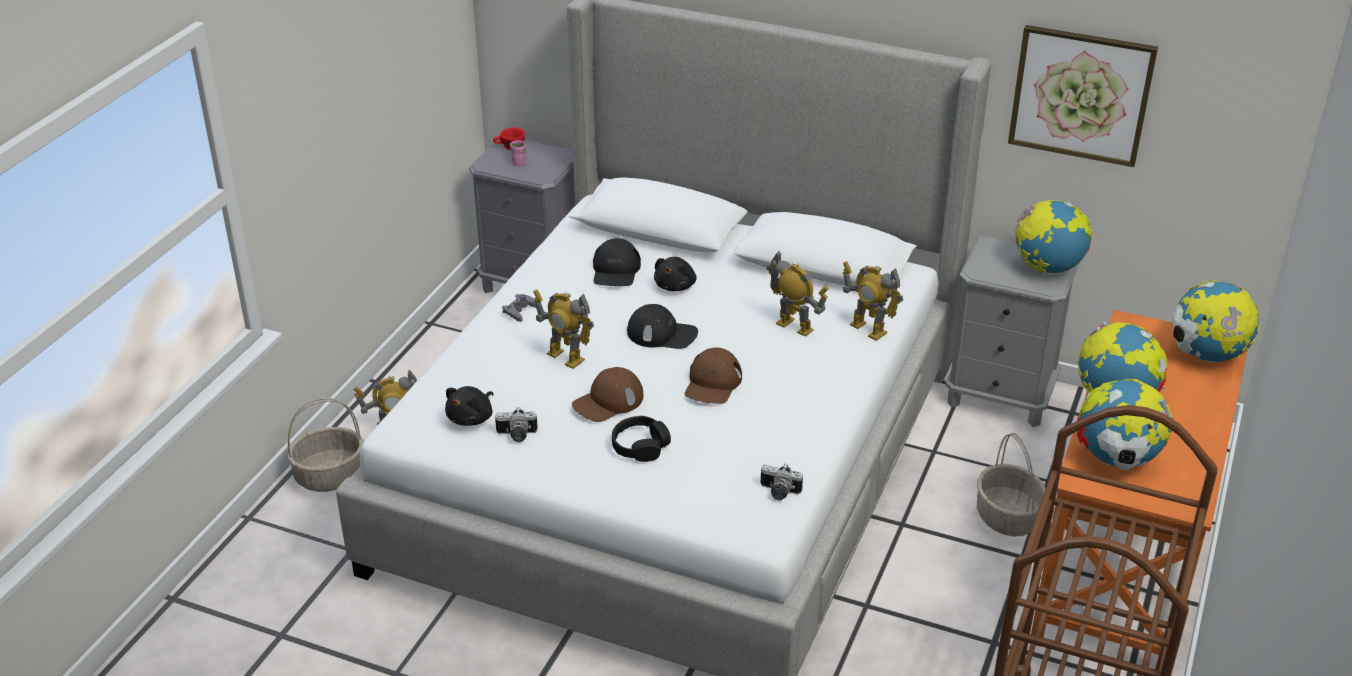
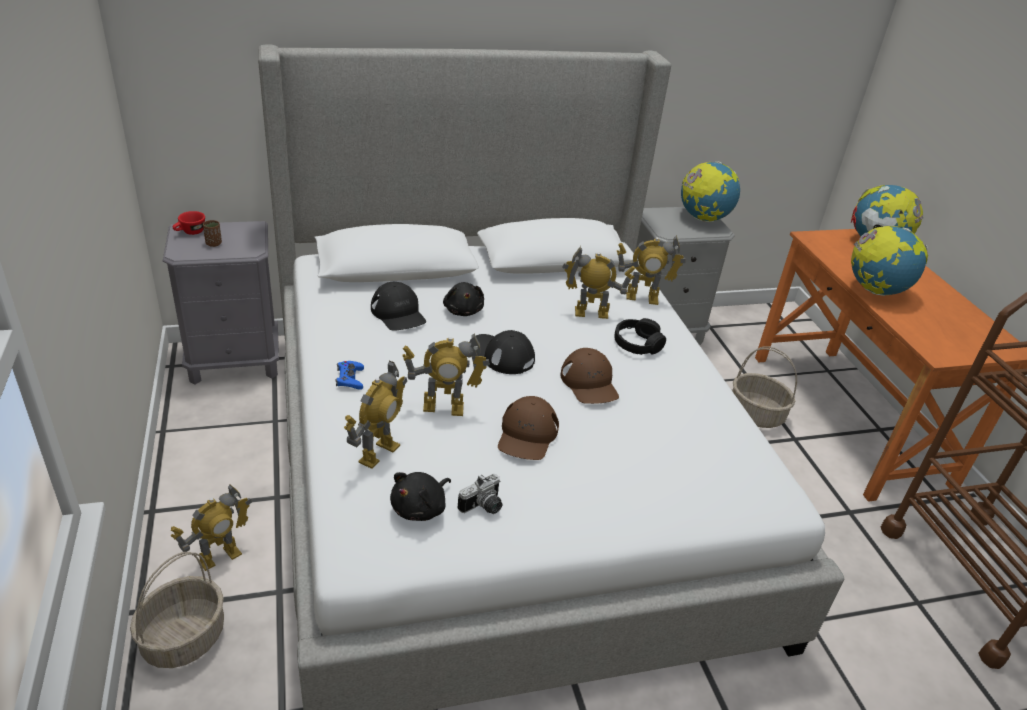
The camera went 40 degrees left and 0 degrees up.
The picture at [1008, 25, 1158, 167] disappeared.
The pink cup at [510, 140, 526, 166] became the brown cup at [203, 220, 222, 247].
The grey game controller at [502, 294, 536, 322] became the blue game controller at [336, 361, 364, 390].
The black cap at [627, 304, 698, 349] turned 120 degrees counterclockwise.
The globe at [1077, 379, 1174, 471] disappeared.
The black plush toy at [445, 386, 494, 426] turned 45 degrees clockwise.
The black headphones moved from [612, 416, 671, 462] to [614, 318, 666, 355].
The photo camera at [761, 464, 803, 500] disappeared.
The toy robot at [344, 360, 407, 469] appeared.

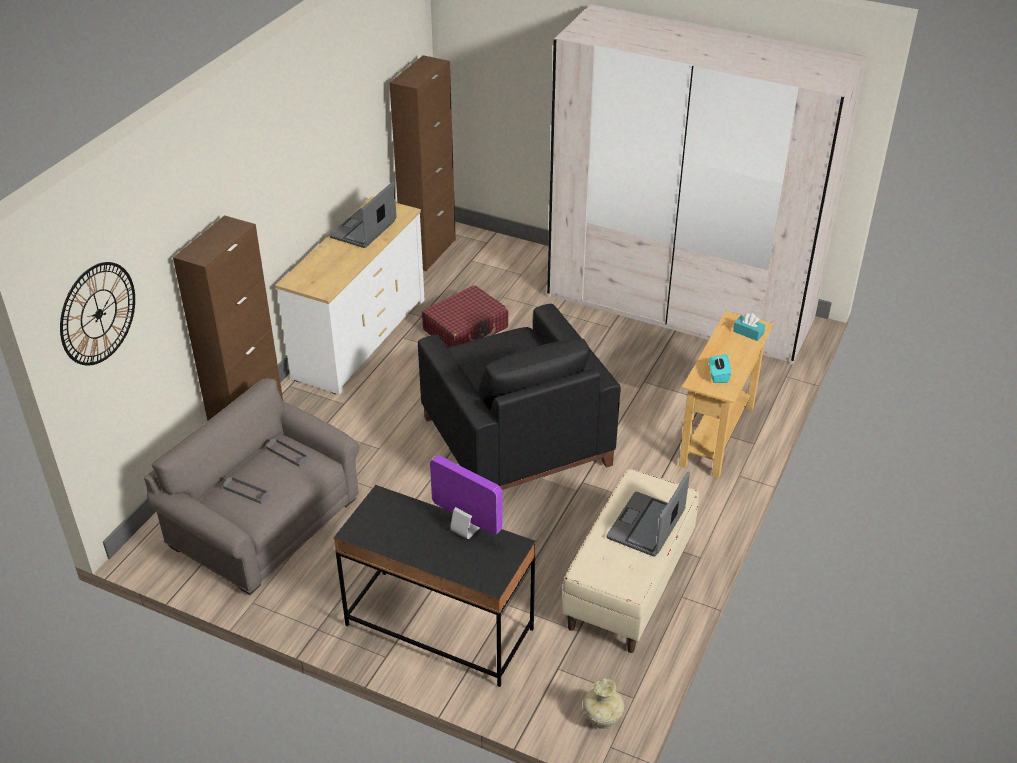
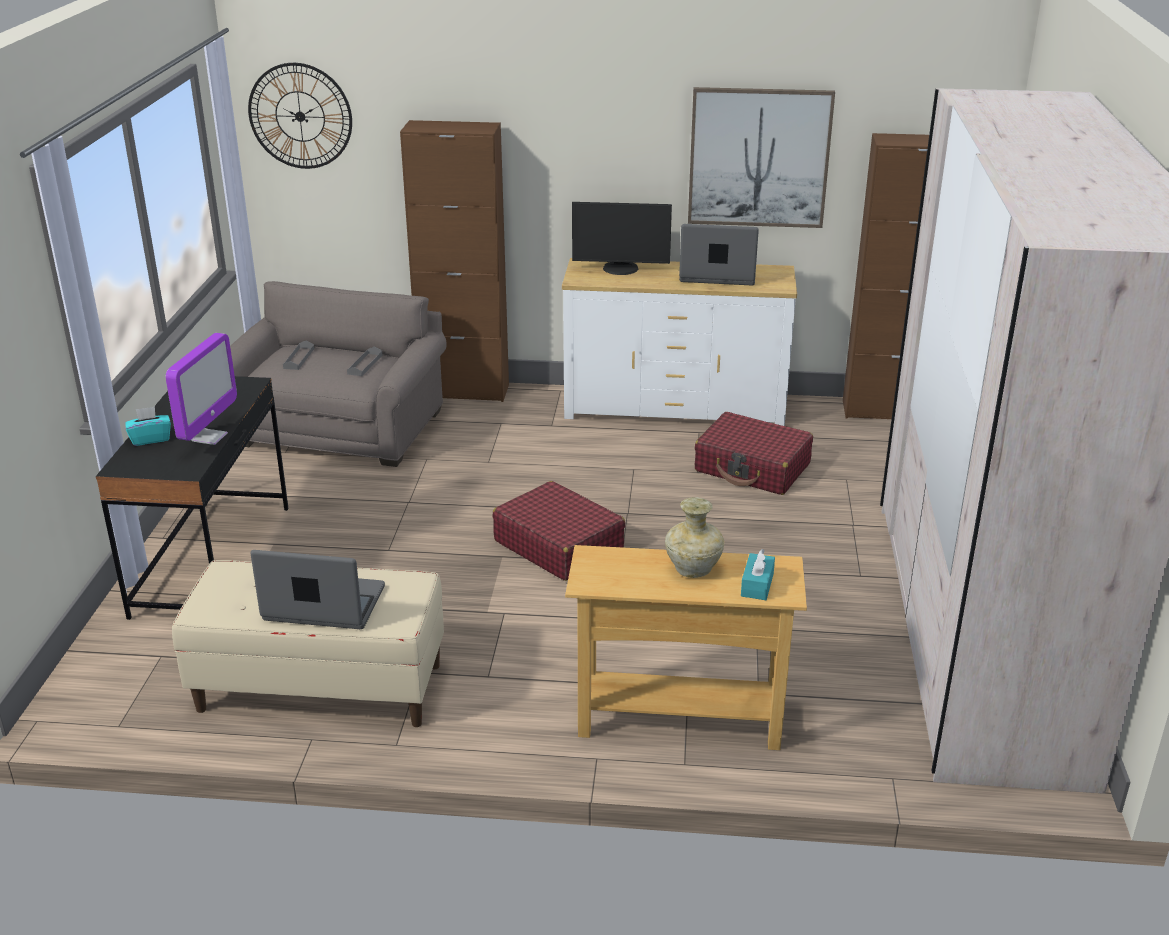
The camera went 70 degrees right and 10 degrees down.
The black armchair at [418, 304, 621, 490] was replaced by the red suitcase at [493, 481, 625, 581].
The turquoise tissue box moved from [709, 354, 731, 383] to [125, 407, 171, 446].
The beige vase moved from [583, 678, 624, 729] to [665, 497, 724, 578].
The picture at [688, 87, 835, 228] appeared.
The monitor at [572, 202, 672, 275] appeared.

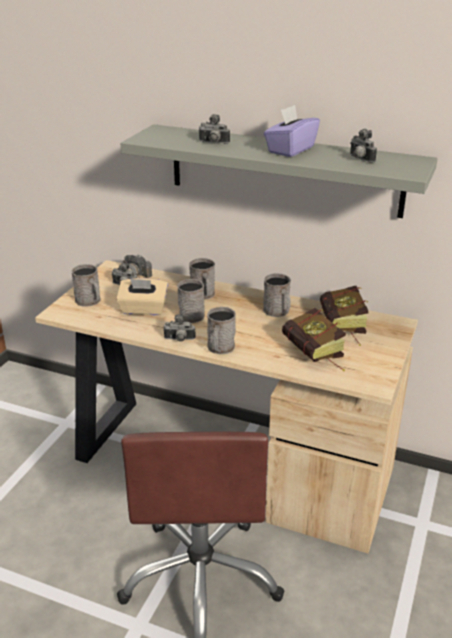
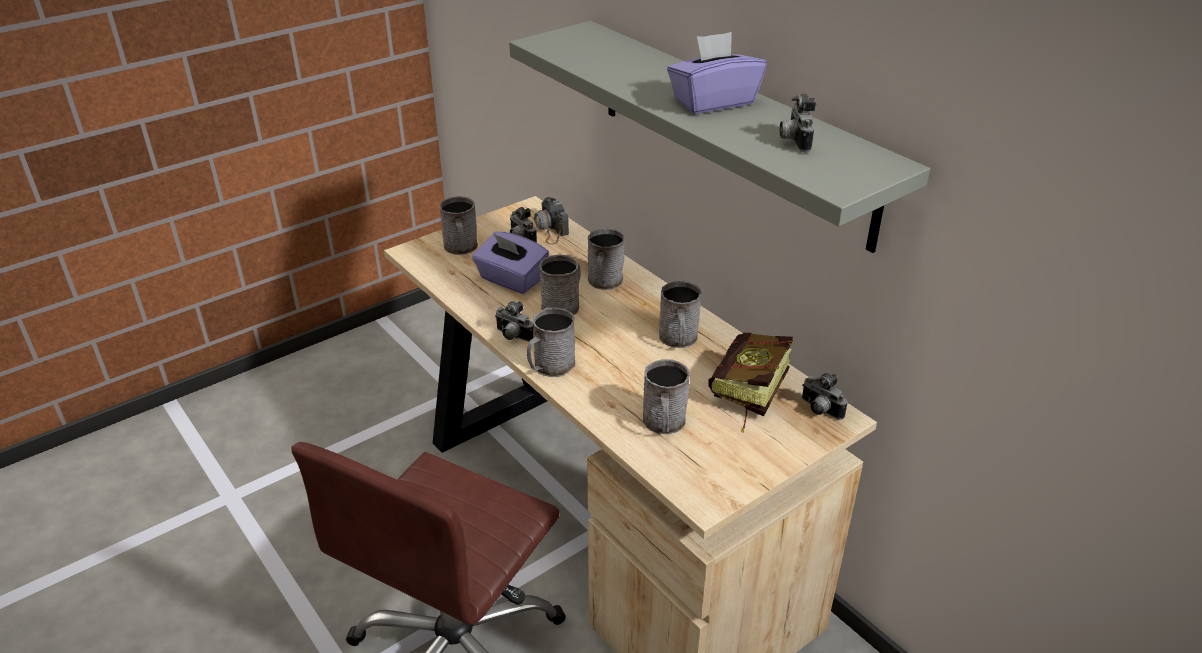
The camera went 30 degrees right and 5 degrees up.
The photo camera moved from [198, 114, 230, 144] to [802, 373, 848, 420].
The beige tissue box at [116, 278, 168, 316] became the purple tissue box at [472, 232, 549, 294].
The book at [282, 308, 346, 372] was replaced by the grey mug at [643, 359, 690, 434].

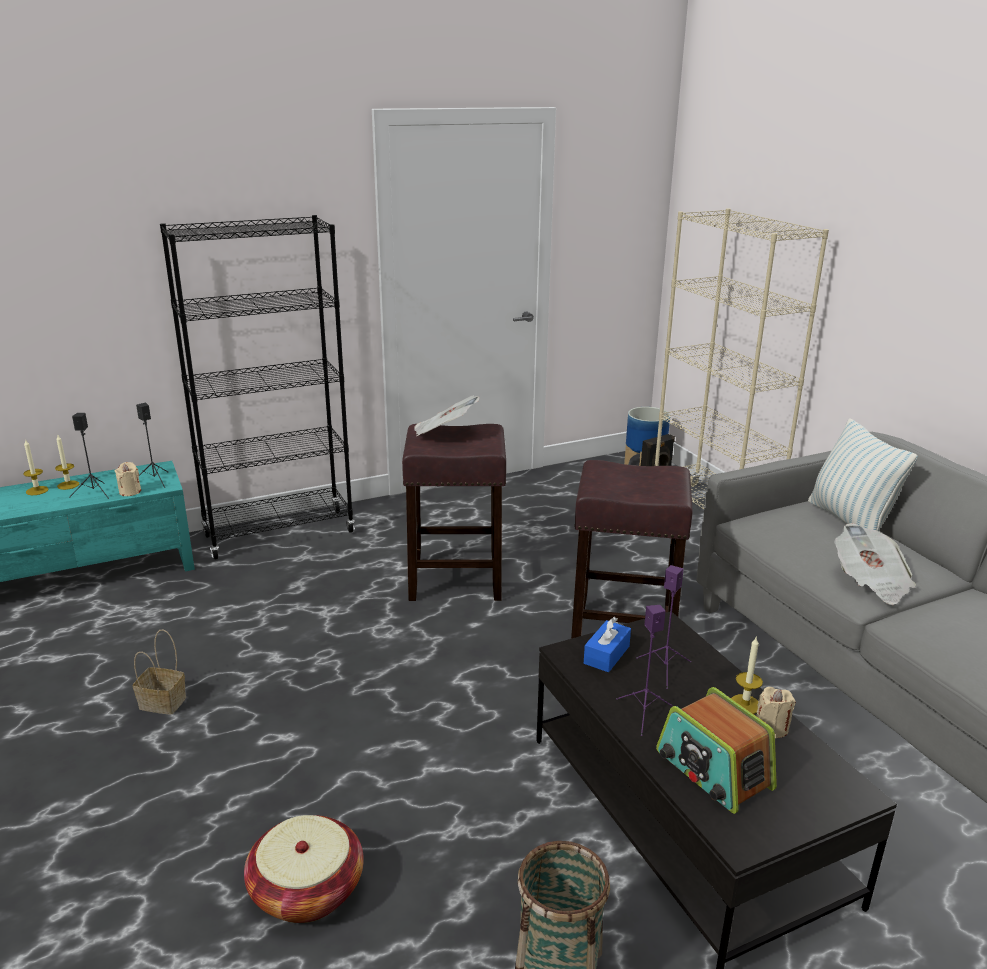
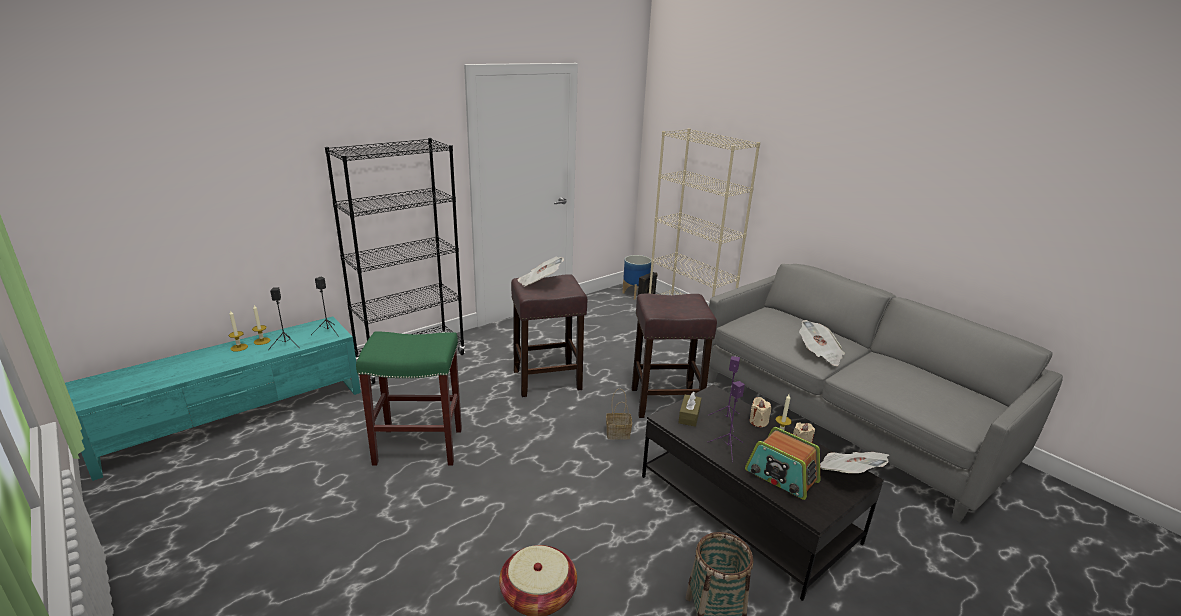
The camera went 15 degrees left and 0 degrees up.
The pillow at [808, 418, 918, 531] disappeared.
The beige candle moved from [114, 462, 141, 496] to [750, 397, 771, 427].
The blue tissue box at [584, 616, 631, 672] became the brown tissue box at [678, 392, 701, 427].
The basket moved from [133, 630, 186, 714] to [606, 389, 632, 440].
The green stool at [356, 331, 462, 466] appeared.
The newspaper at [820, 452, 889, 473] appeared.

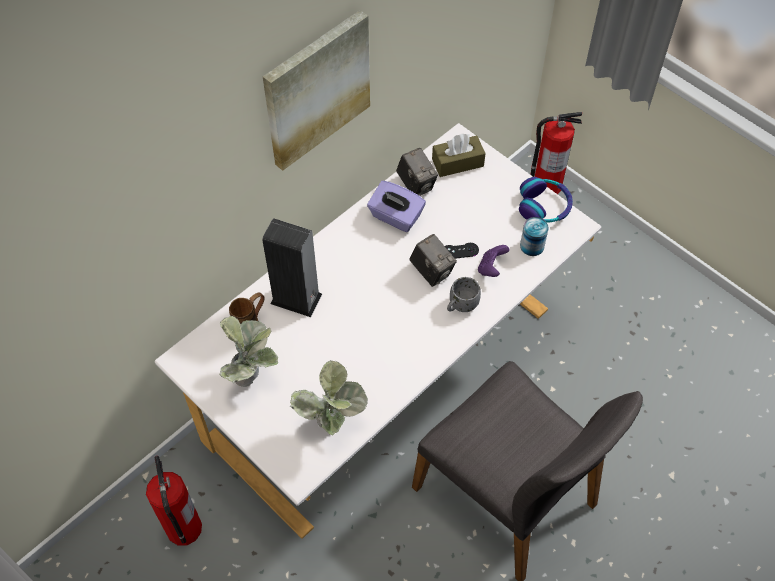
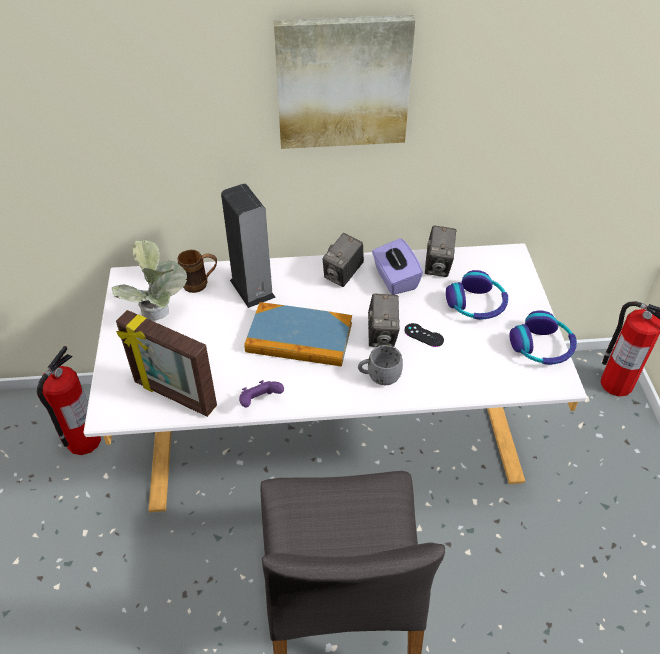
The camera went 40 degrees right and 10 degrees down.
The brown tissue box at [432, 134, 486, 177] disappeared.
The can at [520, 217, 549, 256] disappeared.
The purple game controller moved from [478, 245, 509, 277] to [239, 380, 284, 408].
The potted plant at [290, 360, 368, 435] was replaced by the picture frame at [116, 310, 217, 417].
The photo camera at [323, 233, 364, 287] appeared.
The headphones at [446, 270, 508, 320] appeared.
The book at [244, 302, 352, 367] appeared.

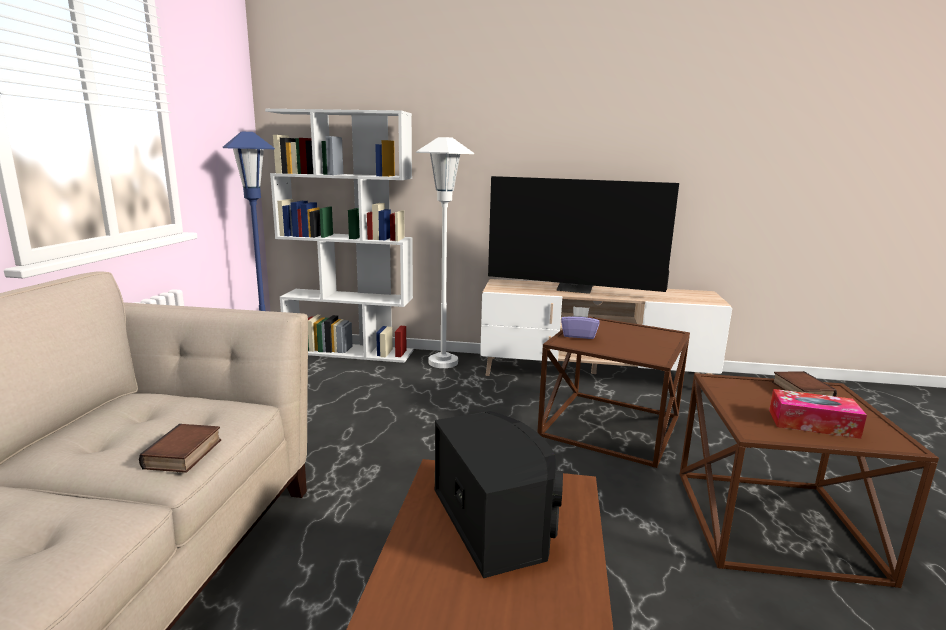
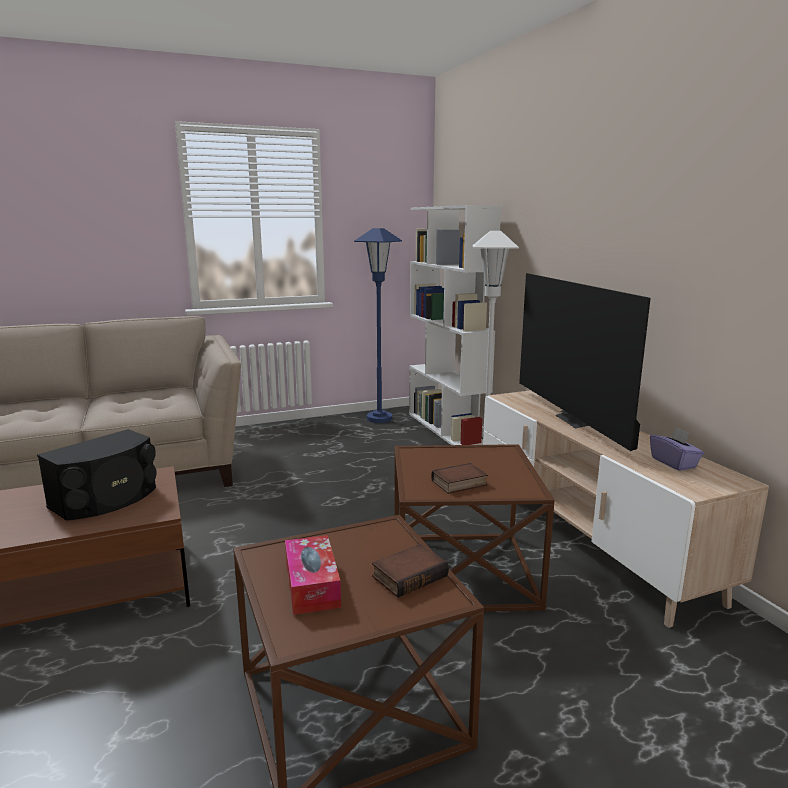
The camera went 60 degrees right and 0 degrees up.
The purple tissue box moved from [561, 306, 600, 339] to [650, 427, 704, 471].
The book moved from [139, 424, 221, 473] to [431, 463, 488, 494].

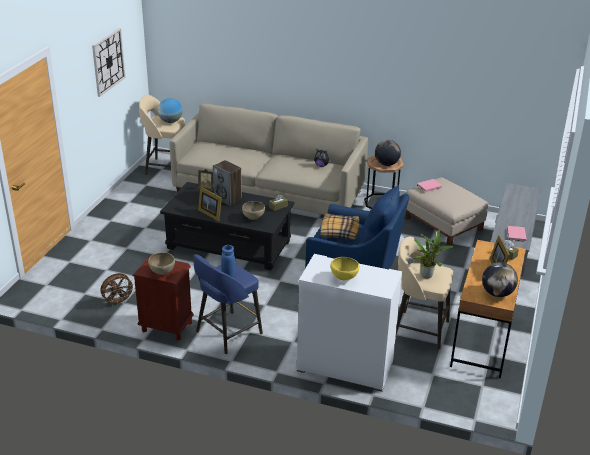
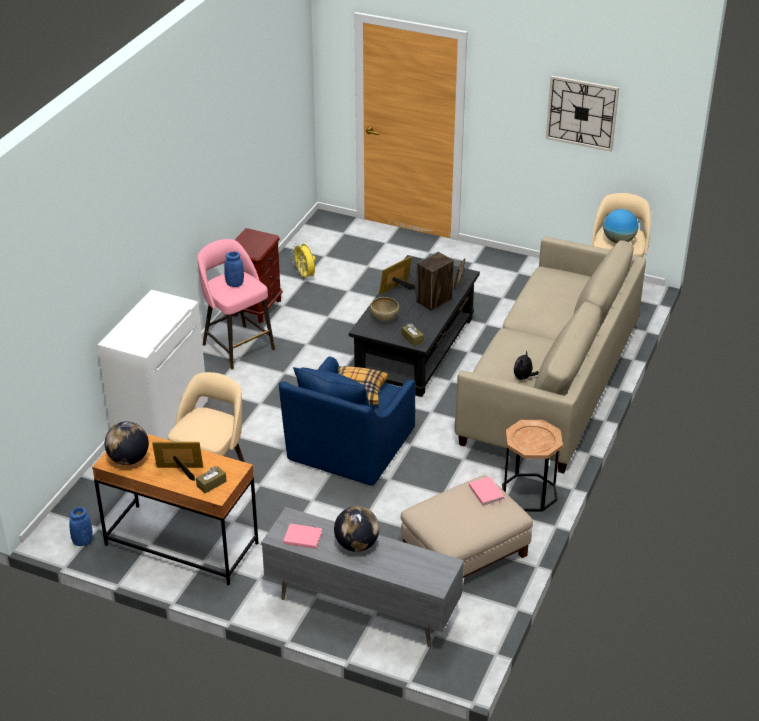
The camera went 95 degrees right and 5 degrees up.
The globe moved from [375, 140, 401, 166] to [334, 506, 379, 552].
The potted plant at [413, 230, 453, 278] disappeared.
The brown bowl at [148, 252, 175, 275] disappeared.
The blue stool at [194, 254, 263, 354] became the pink stool at [197, 239, 275, 369].
The yellow bowl at [331, 257, 359, 280] disappeared.
The brown fan at [100, 273, 135, 306] became the yellow fan at [291, 243, 316, 281].
The blue vase at [69, 507, 93, 546] appeared.

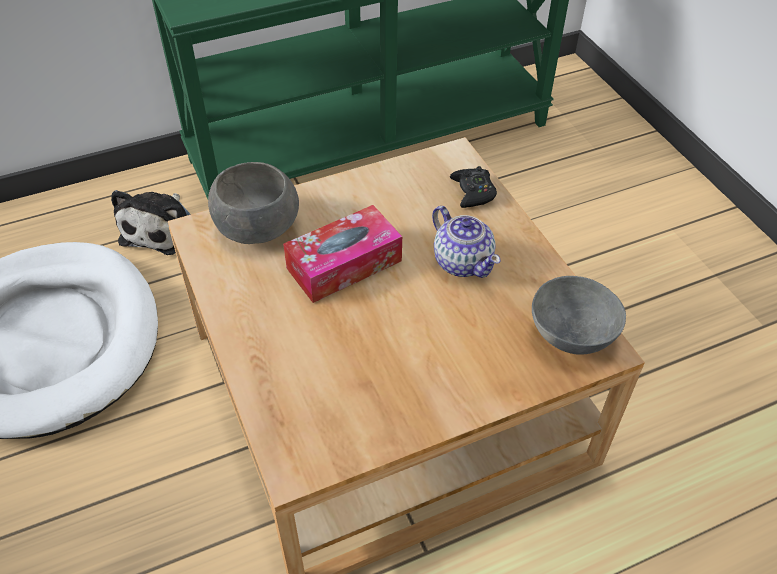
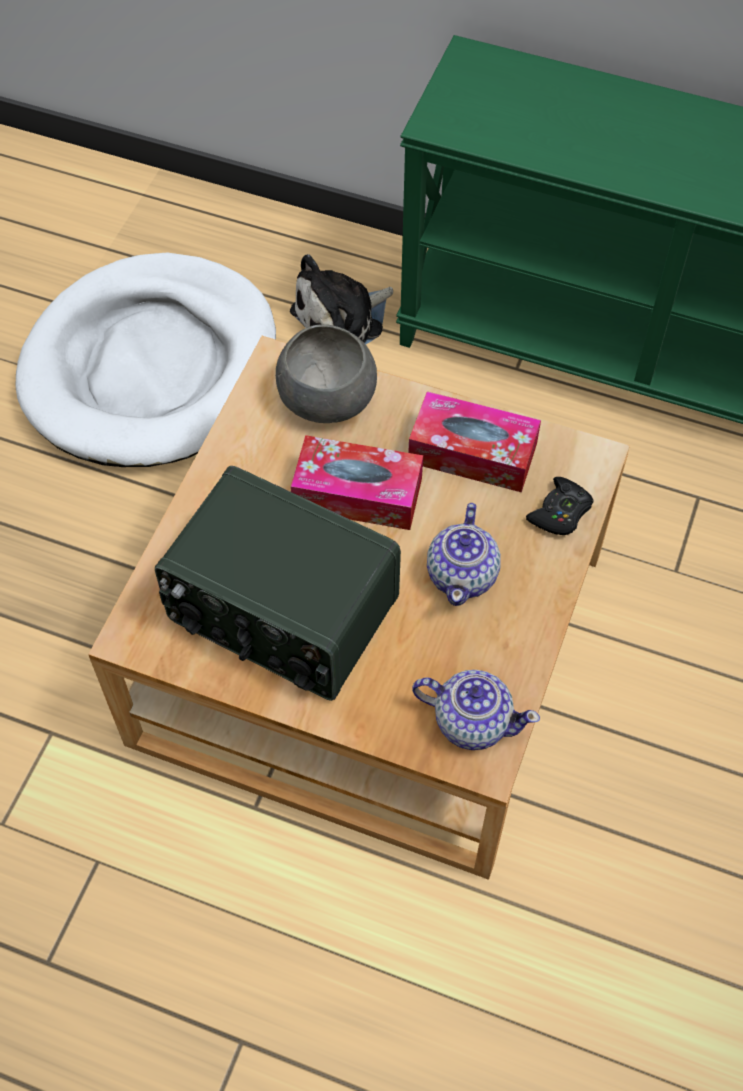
The camera went 45 degrees right and 10 degrees up.
The grey bowl at [532, 276, 626, 355] was replaced by the teapot at [412, 670, 540, 750].
The tissue box at [408, 391, 541, 492] appeared.
The radio at [155, 466, 401, 701] appeared.

